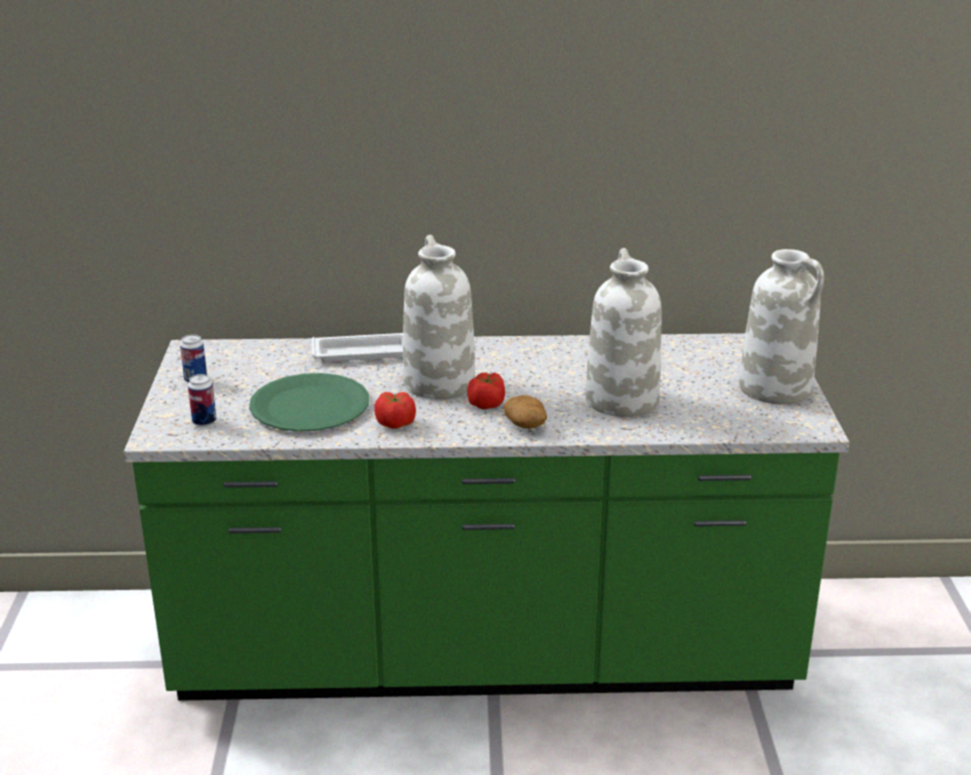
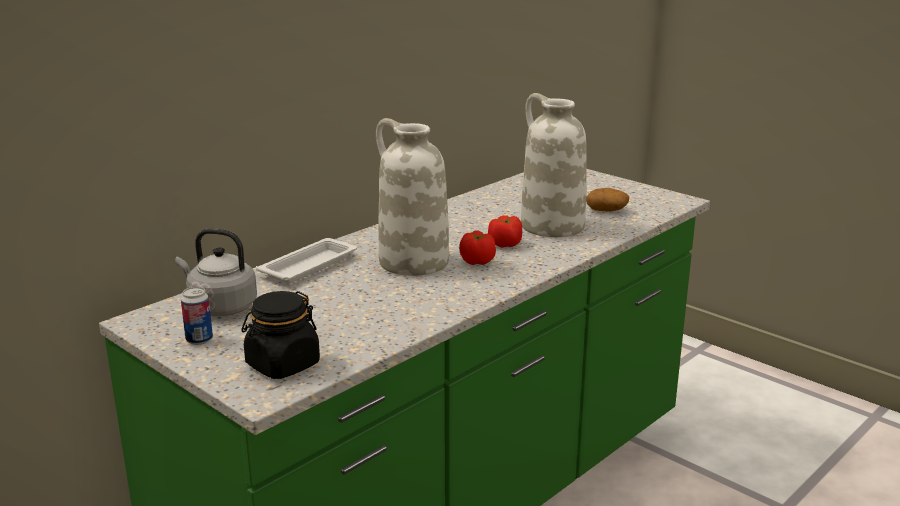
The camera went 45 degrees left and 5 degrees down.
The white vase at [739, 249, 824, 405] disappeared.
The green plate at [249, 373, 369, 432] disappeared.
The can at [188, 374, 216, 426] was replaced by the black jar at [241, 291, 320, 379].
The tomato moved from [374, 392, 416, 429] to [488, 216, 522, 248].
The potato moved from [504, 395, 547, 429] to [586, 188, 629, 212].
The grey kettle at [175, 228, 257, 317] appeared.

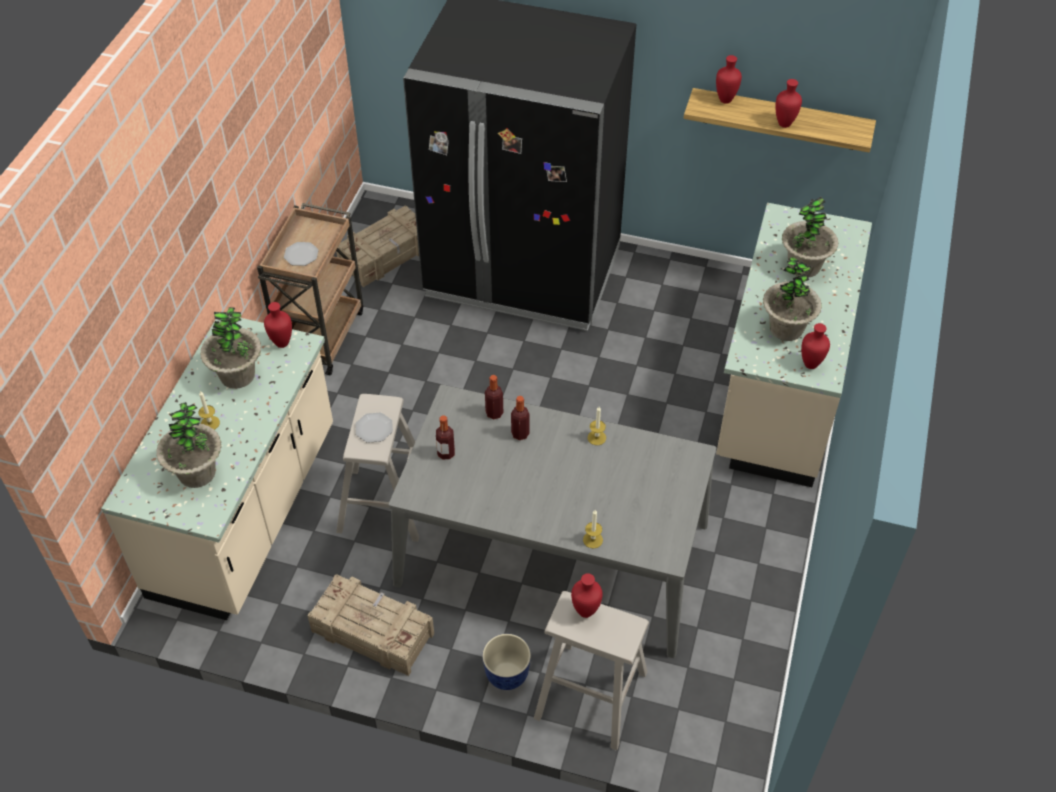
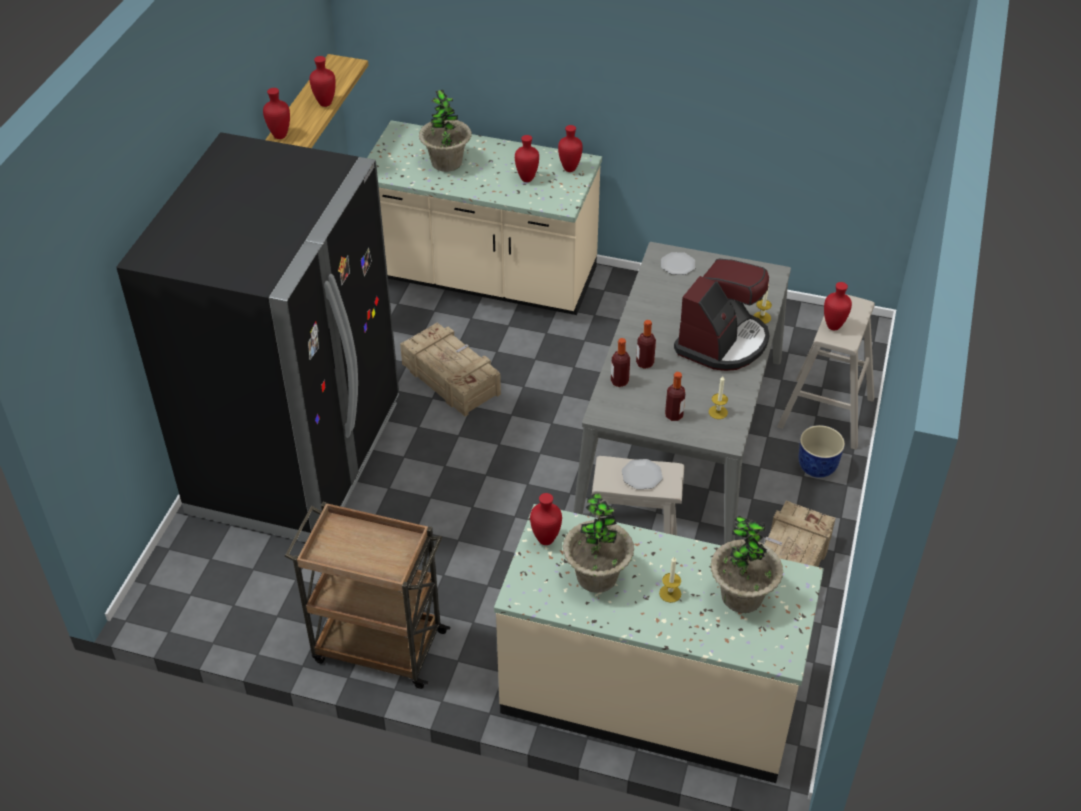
The camera went 90 degrees left and 5 degrees down.
The crate moved from [336, 206, 419, 287] to [400, 323, 501, 417].
The plate moved from [284, 242, 319, 266] to [661, 252, 695, 275].
The potted plant at [763, 257, 822, 341] was replaced by the red vase at [515, 135, 539, 182].
The candle moved from [588, 407, 606, 445] to [709, 376, 728, 419].
The coffee machine at [674, 259, 769, 371] appeared.

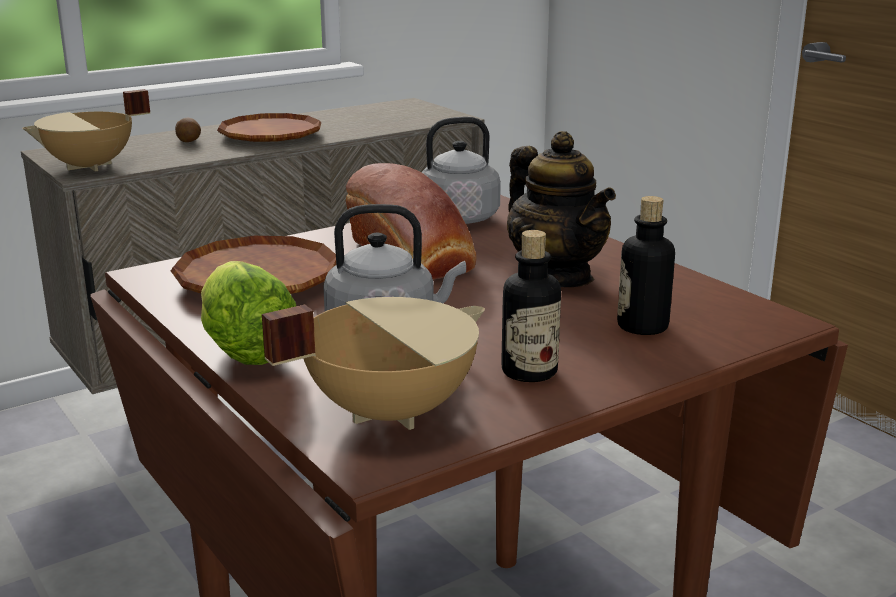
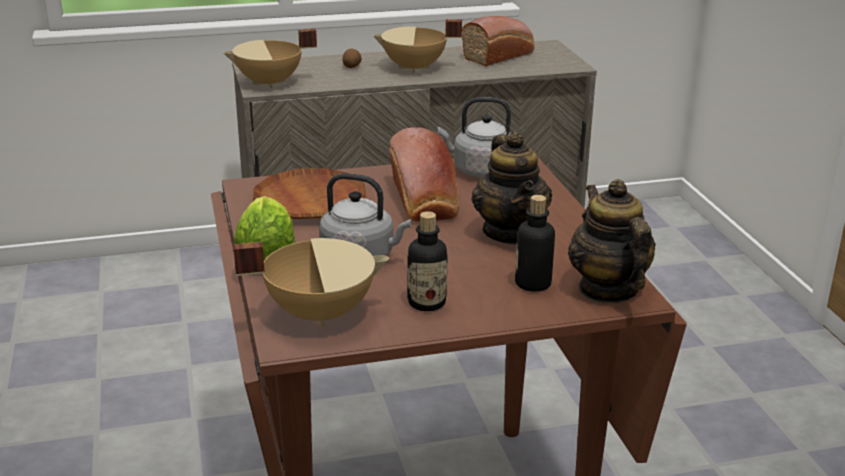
The camera went 20 degrees right and 5 degrees up.
The brown plate at [217, 113, 321, 142] was replaced by the beige cooking pot at [372, 19, 462, 73].
The bread at [462, 16, 535, 66] appeared.
The teapot at [568, 179, 656, 303] appeared.

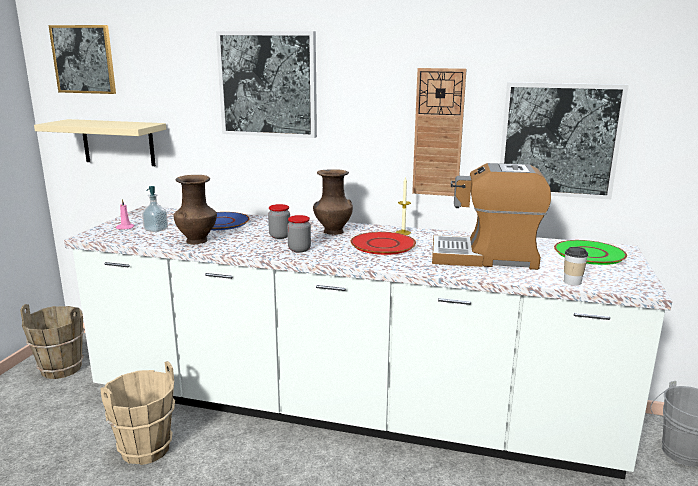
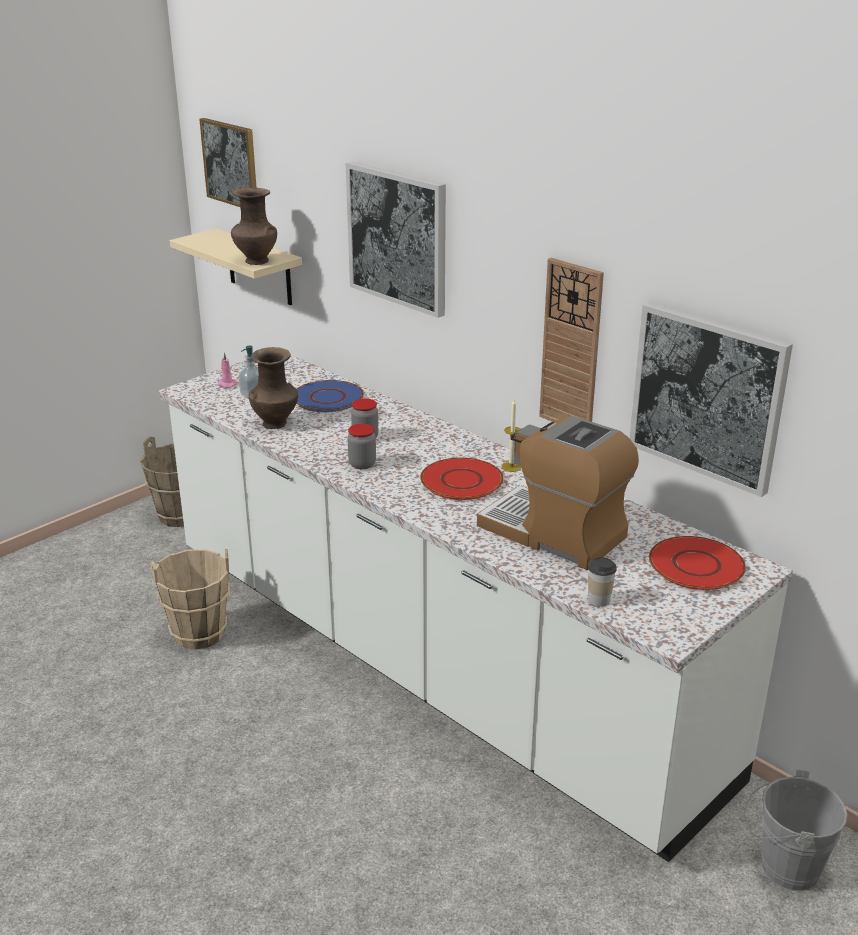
The camera went 30 degrees right and 10 degrees up.
The brown vase moved from [313, 169, 353, 235] to [231, 188, 277, 265].
The green plate at [554, 240, 627, 265] became the red plate at [649, 536, 746, 590].

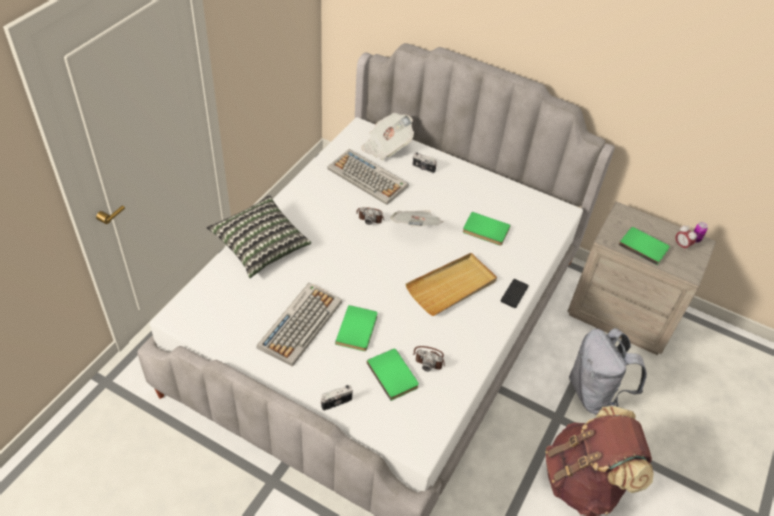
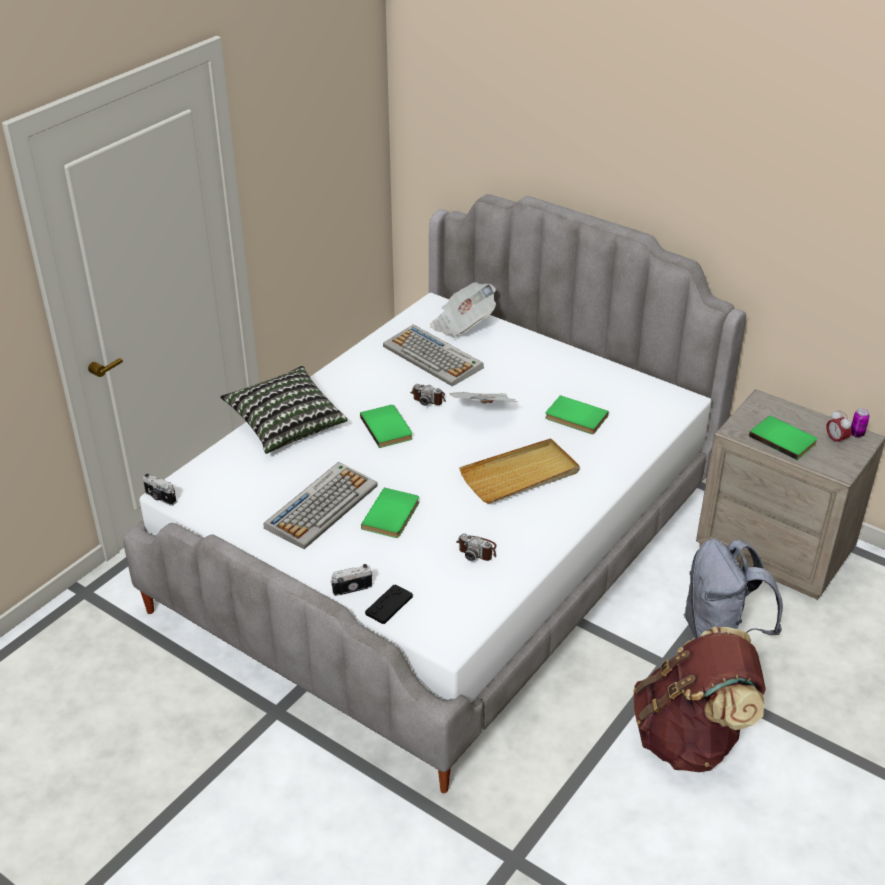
The camera went 10 degrees right and 10 degrees down.
The photo camera moved from [412, 152, 437, 173] to [143, 474, 177, 506].
The black game controller moved from [501, 279, 528, 308] to [365, 584, 413, 624].
The green book moved from [367, 349, 419, 401] to [360, 405, 413, 448].

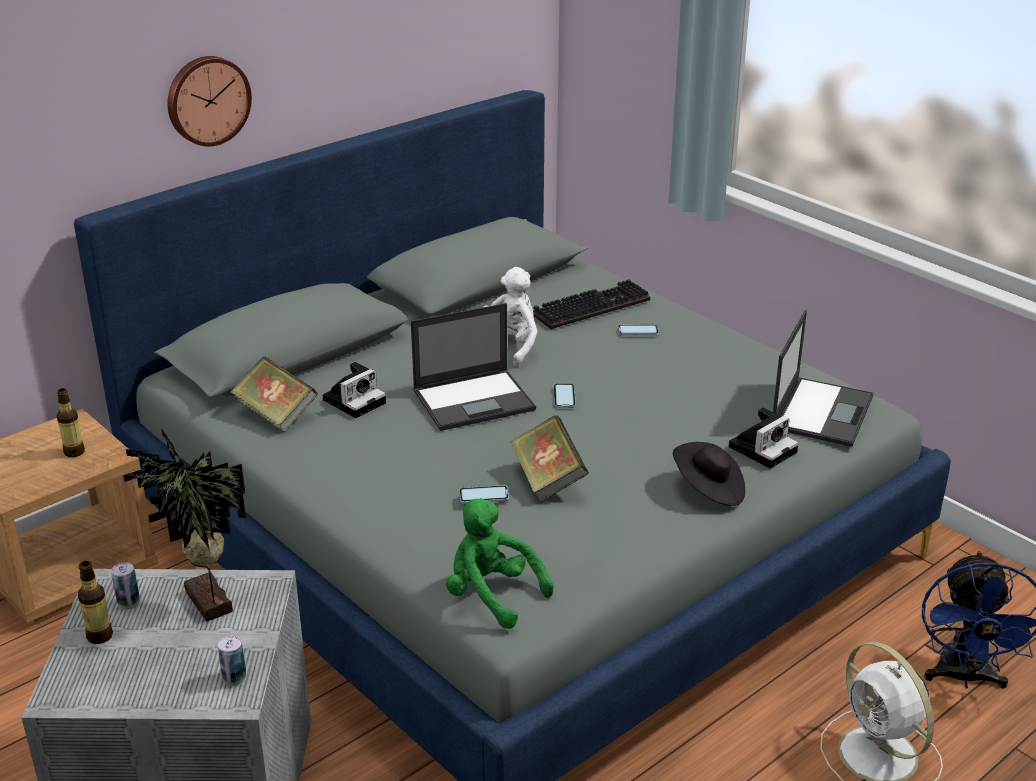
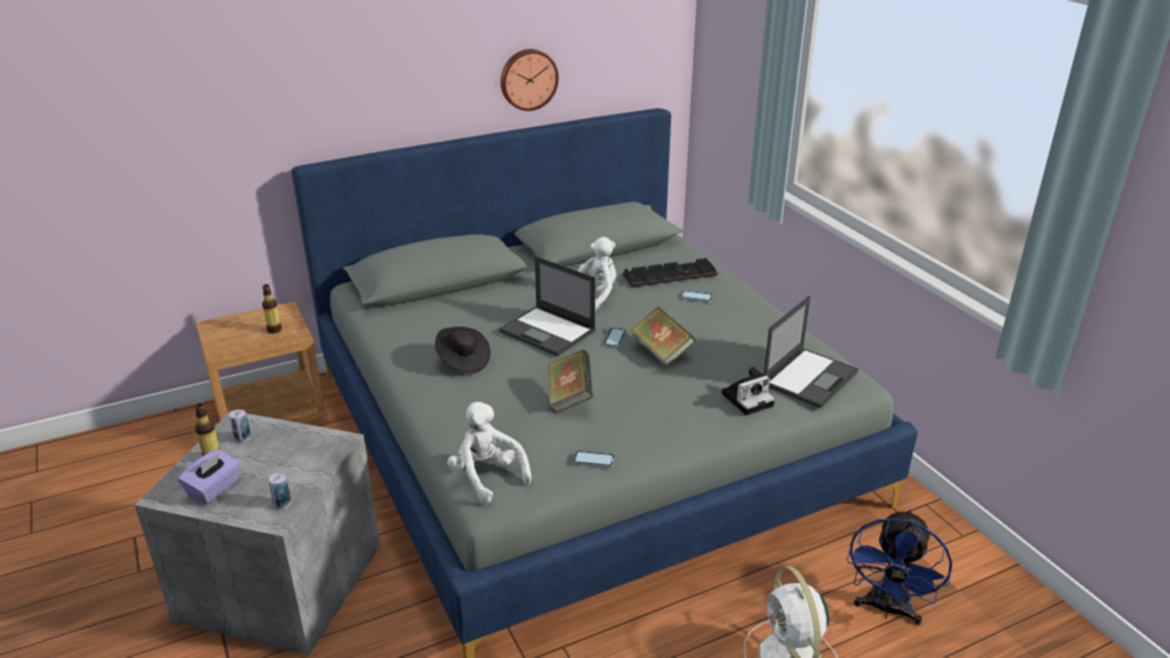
The camera went 15 degrees right and 0 degrees up.
The wall clock moved from [167, 56, 252, 147] to [500, 49, 559, 111].
The laptop at [411, 303, 536, 431] turned 45 degrees clockwise.
The book moved from [230, 356, 318, 432] to [630, 307, 695, 366].
The photo camera at [323, 362, 386, 418] disappeared.
The potted plant at [123, 429, 246, 621] disappeared.
The black hat moved from [673, 442, 745, 506] to [435, 327, 490, 374].
The phone moved from [459, 485, 509, 504] to [573, 451, 615, 468].
The green plush toy at [446, 498, 554, 629] became the white plush toy at [447, 402, 531, 504].
The purple tissue box at [178, 449, 241, 504] appeared.

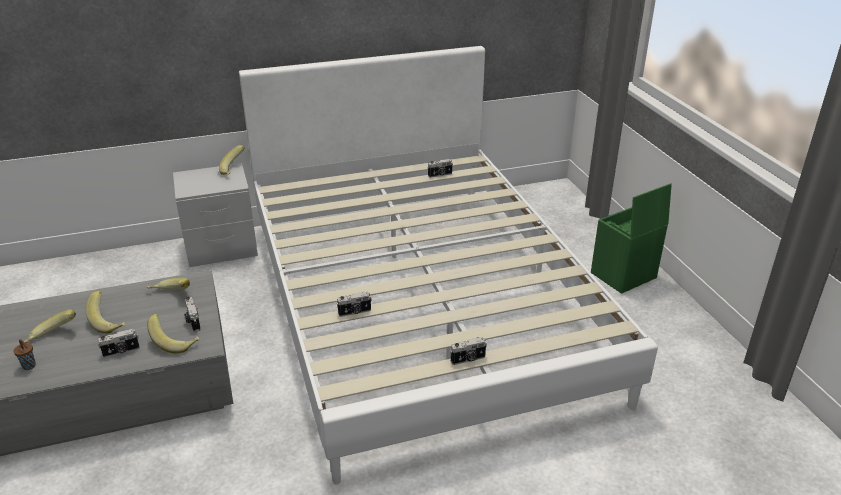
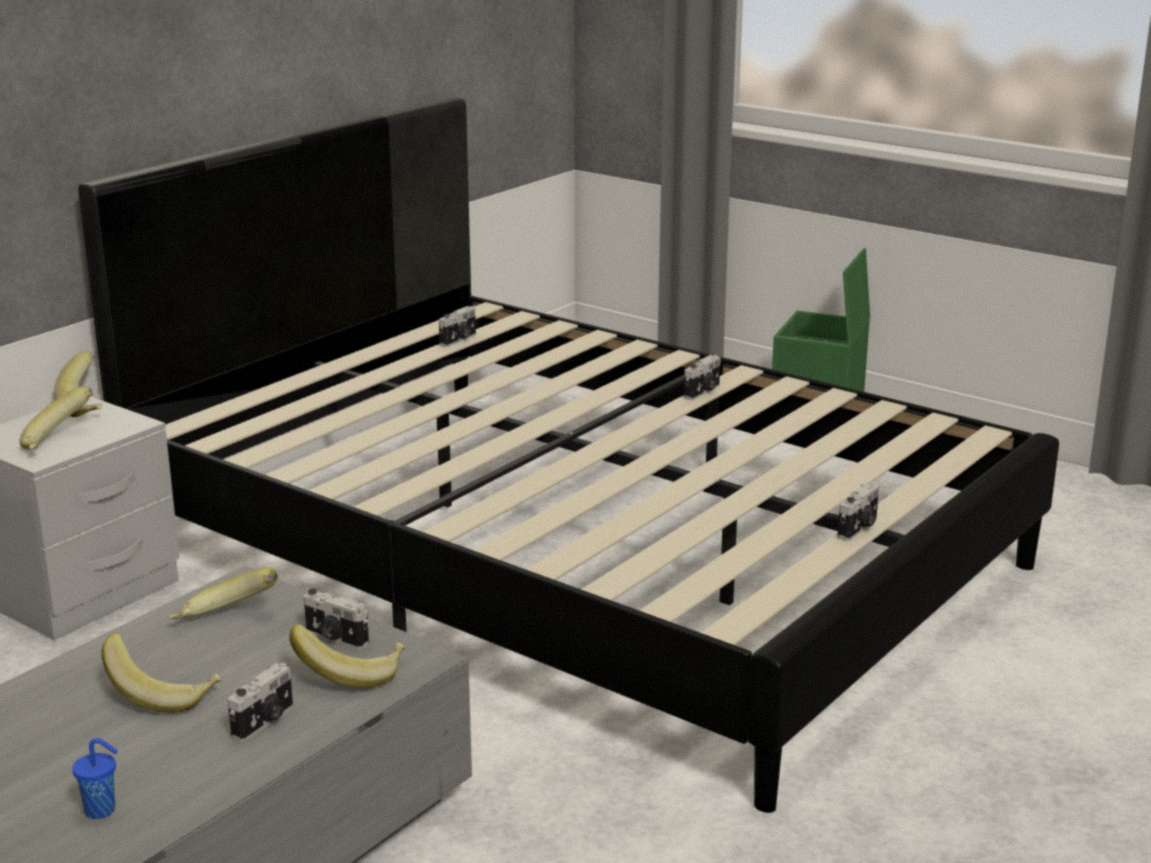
The camera went 35 degrees left and 10 degrees down.
The white bed at [239, 46, 658, 485] became the black bed at [78, 97, 1059, 813].
The photo camera moved from [337, 291, 372, 317] to [684, 355, 721, 400].
The banana moved from [24, 309, 76, 343] to [20, 387, 93, 450].
The brown cup at [13, 339, 36, 370] became the blue cup at [72, 738, 118, 819].

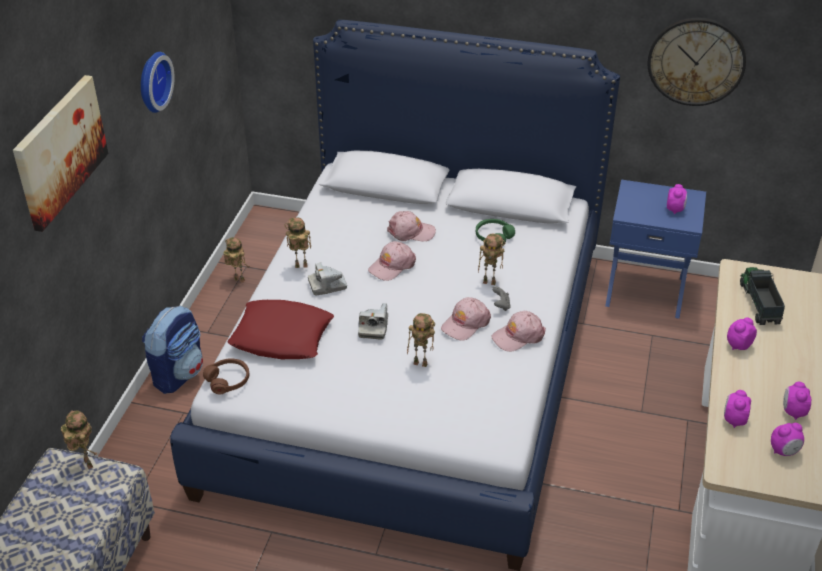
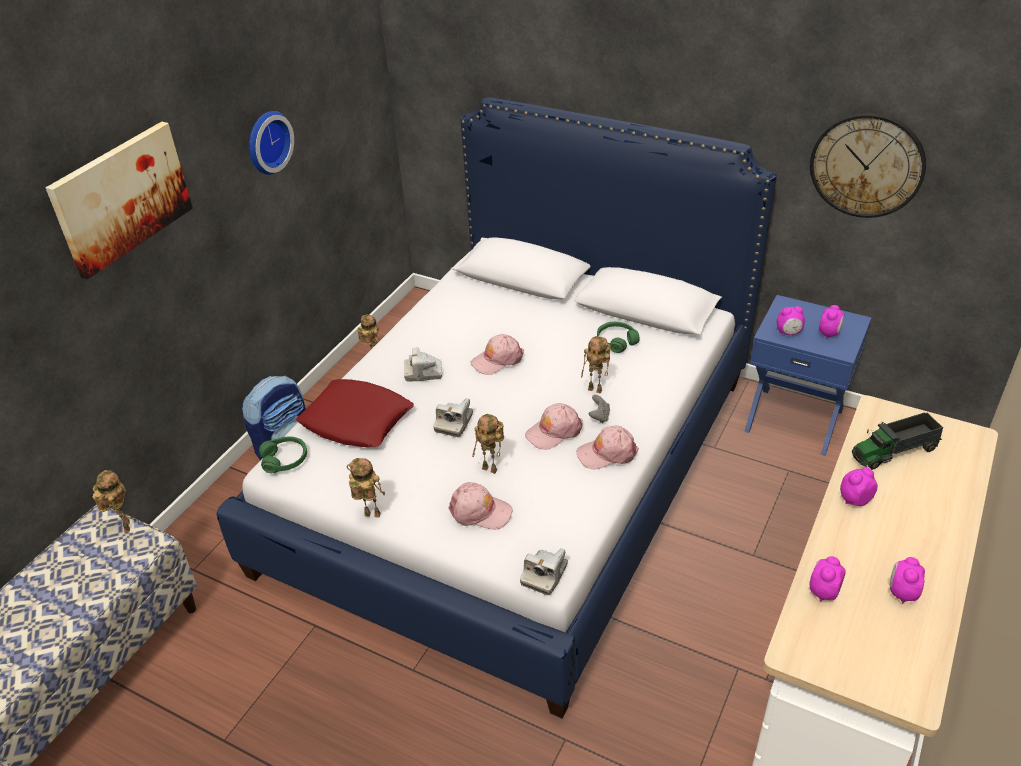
The camera went 15 degrees right and 0 degrees up.
The pink cap moved from [387, 211, 436, 241] to [448, 482, 512, 530].
The toy robot moved from [285, 218, 311, 268] to [347, 458, 385, 518].
The toy truck at [740, 267, 785, 325] turned 120 degrees counterclockwise.
The brown headphones at [203, 358, 249, 394] became the green headphones at [259, 436, 307, 473].
The alarm clock moved from [771, 423, 804, 456] to [777, 306, 805, 335].
The photo camera at [520, 548, 568, 595] appeared.

